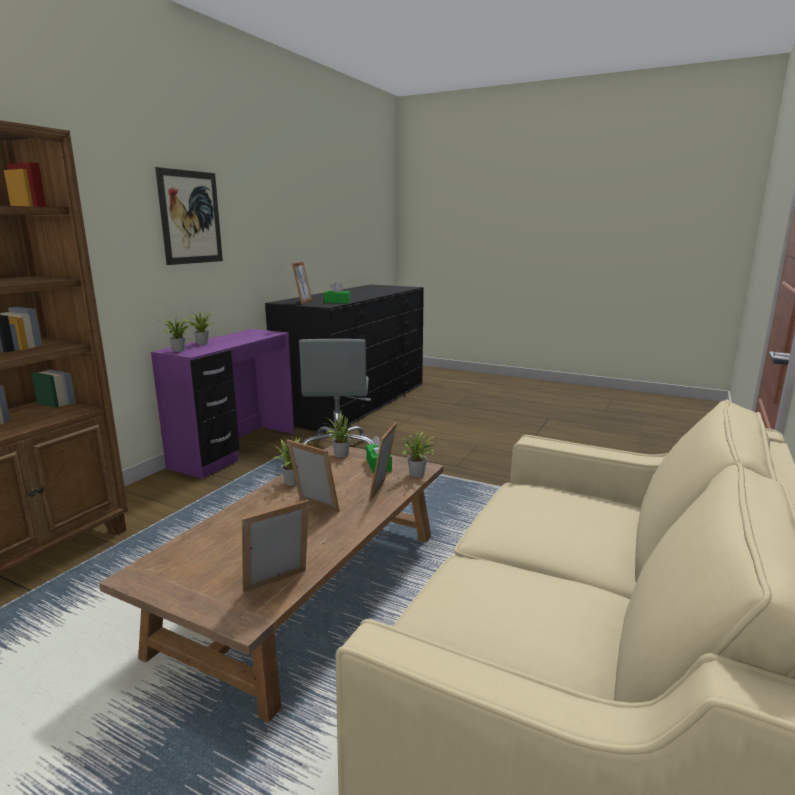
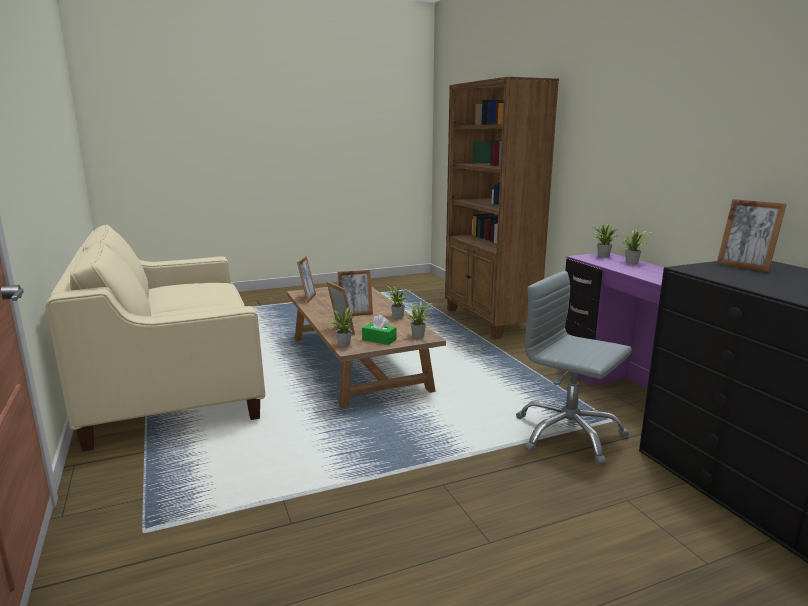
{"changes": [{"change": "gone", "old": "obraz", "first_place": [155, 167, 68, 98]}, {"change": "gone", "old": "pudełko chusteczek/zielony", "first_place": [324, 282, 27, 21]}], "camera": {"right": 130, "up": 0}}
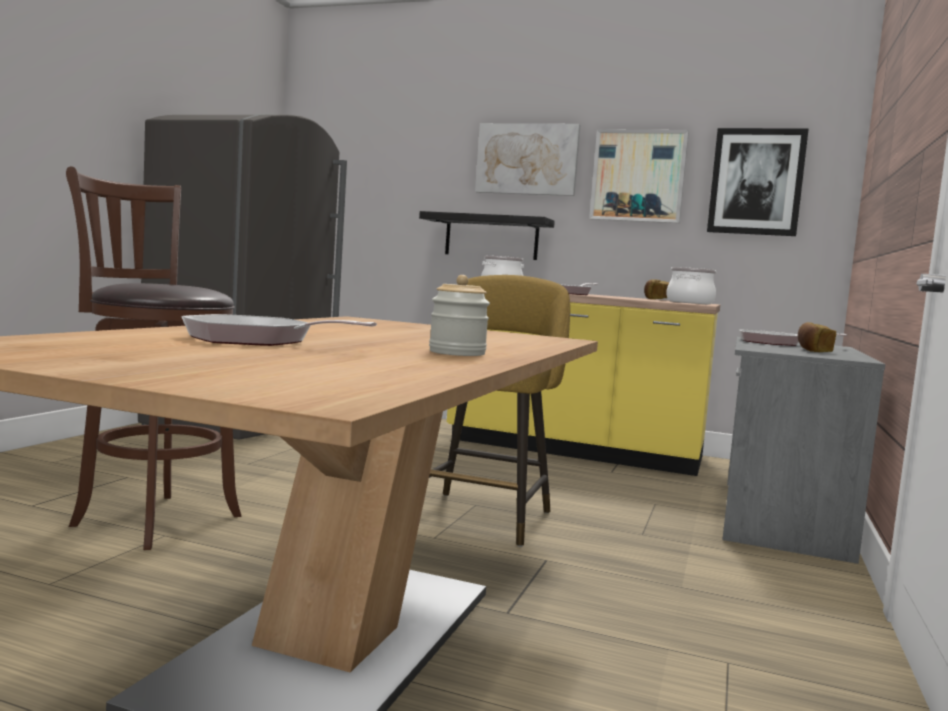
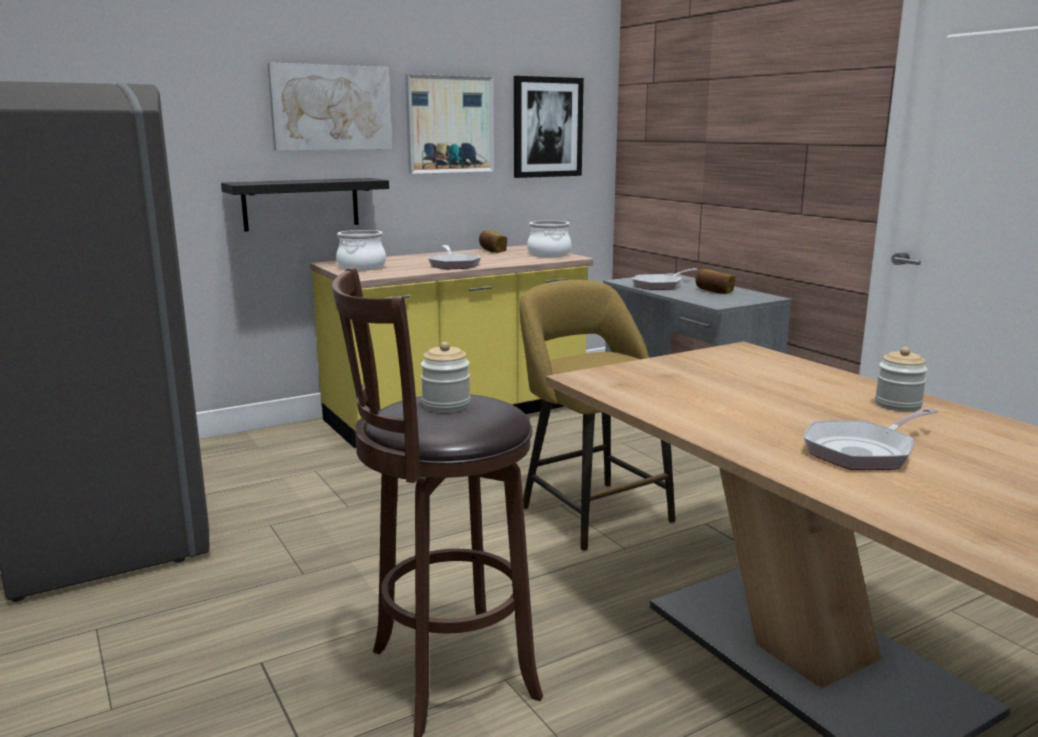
{"changes": [{"change": "new", "new": "słoik", "second_place": [420, 342, 50, 70]}], "camera": {"right": -50, "up": 10}}
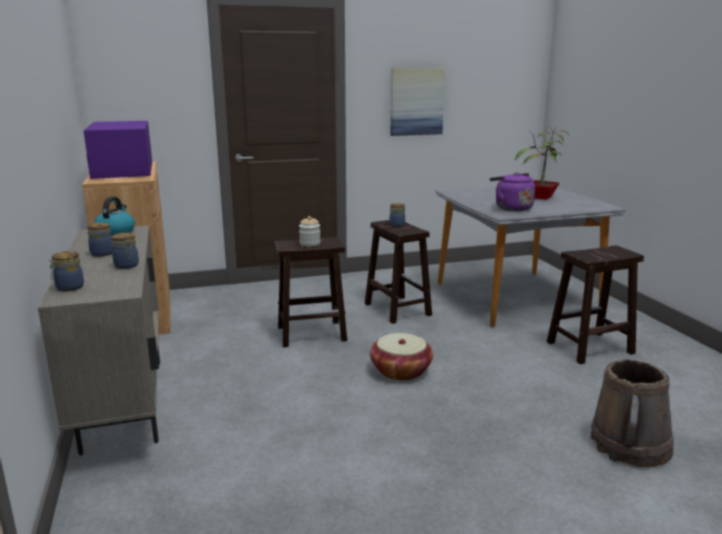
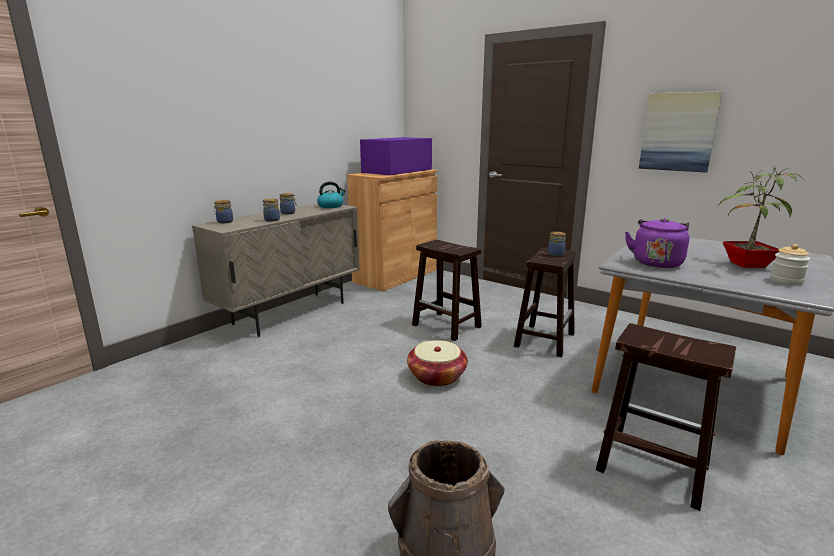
{"changes": [{"change": "shifted", "old": "słoik", "first_place": [299, 216, 22, 30], "second_place": [770, 244, 40, 41]}], "camera": {"right": 55, "up": 0}}
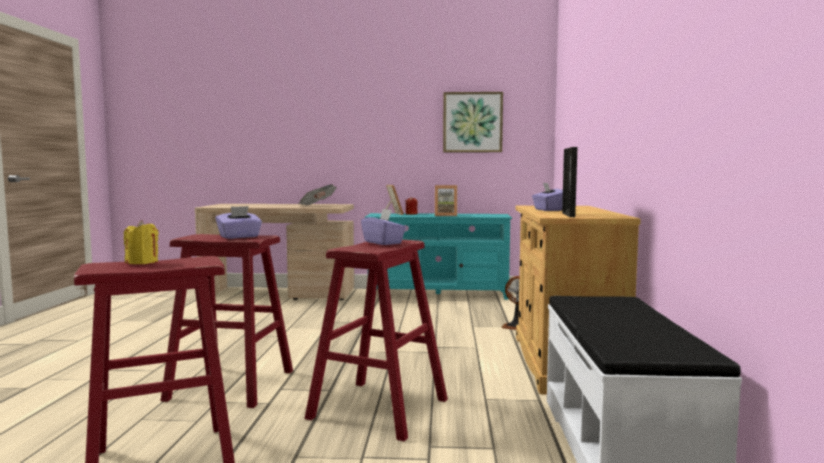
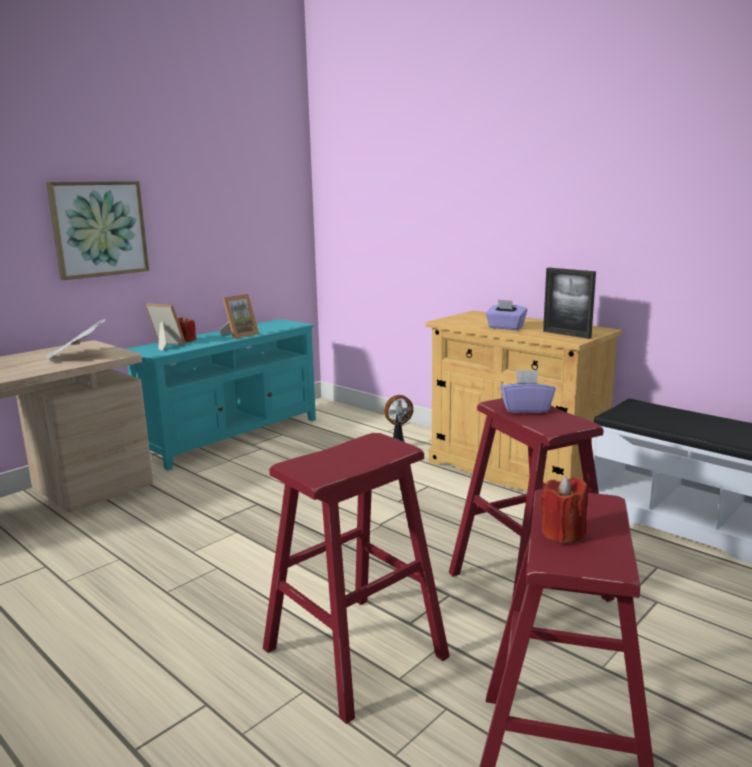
{"changes": [{"change": "gone", "old": "pudełko chusteczek/fioletowy", "first_place": [216, 206, 46, 33]}, {"change": "shifted", "old": "obraz", "first_place": [443, 92, 60, 60], "second_place": [46, 181, 103, 99]}, {"change": "repainted", "old": "świeca/żółty", "new": "świeca/czerwony", "first_place": [124, 220, 35, 44], "second_place": [540, 477, 48, 66]}], "camera": {"right": -50, "up": 10}}
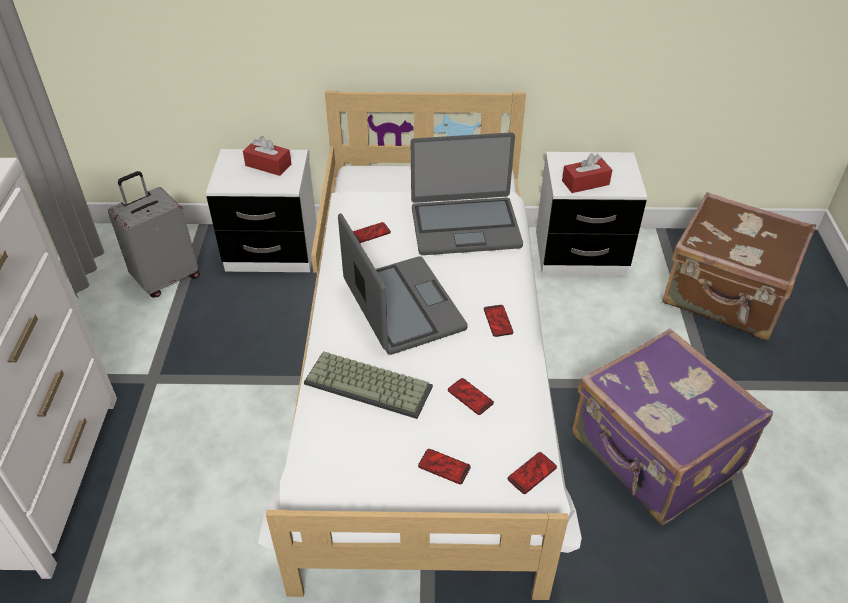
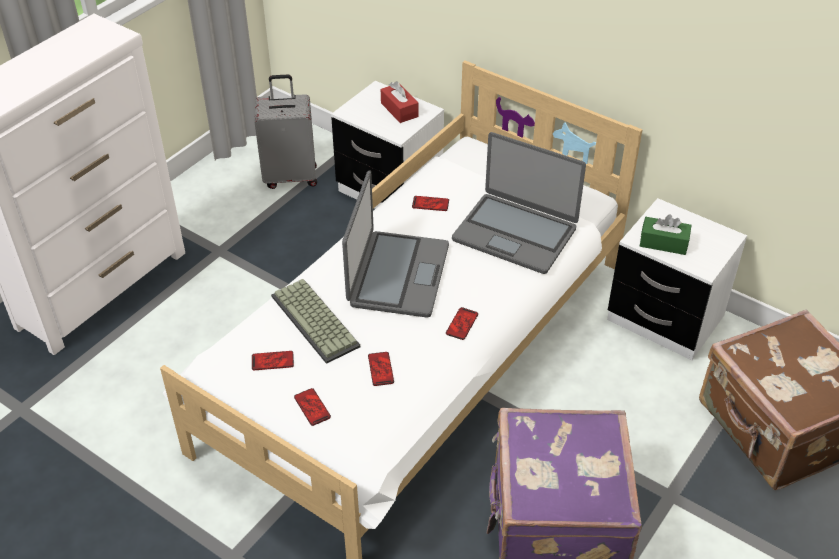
{"changes": [{"change": "shifted", "old": "telefon", "first_place": [508, 452, 49, 42], "second_place": [252, 351, 42, 19]}, {"change": "repainted", "old": "pudełko chusteczek/czerwony", "new": "pudełko chusteczek/zielony", "first_place": [562, 153, 50, 40], "second_place": [640, 214, 52, 41]}], "camera": {"right": 35, "up": 0}}
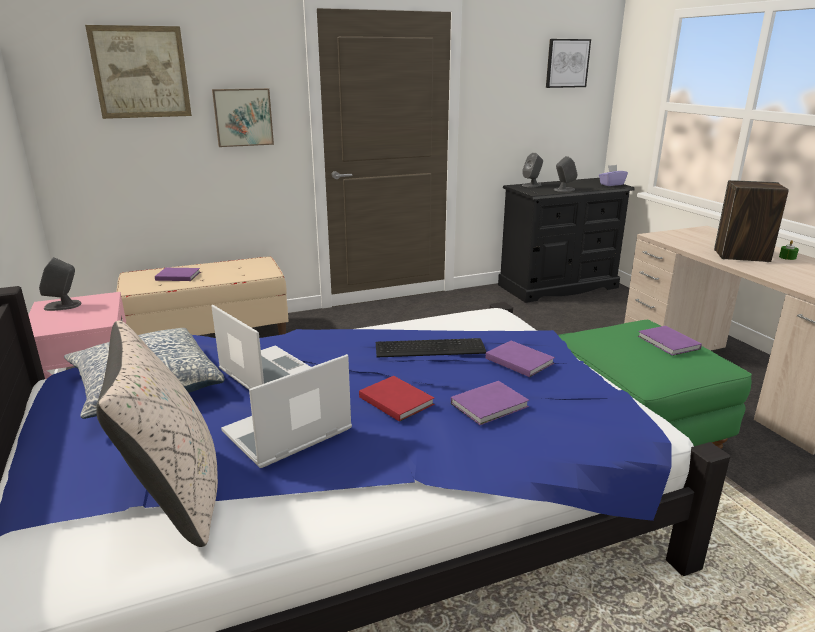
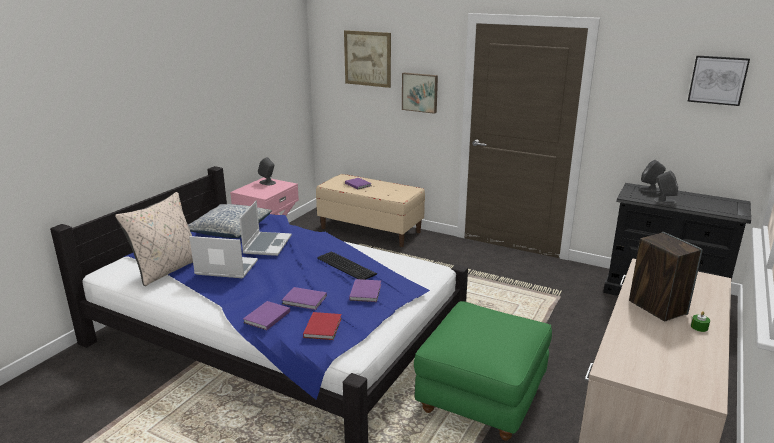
{"changes": [{"change": "gone", "old": "pudełko chusteczek/fioletowy", "first_place": [599, 165, 29, 21]}, {"change": "shifted", "old": "książka/czerwony", "first_place": [359, 376, 75, 46], "second_place": [303, 312, 39, 28]}, {"change": "shifted", "old": "książka/fioletowy", "first_place": [638, 326, 64, 30], "second_place": [243, 301, 47, 29]}], "camera": {"right": 50, "up": 0}}
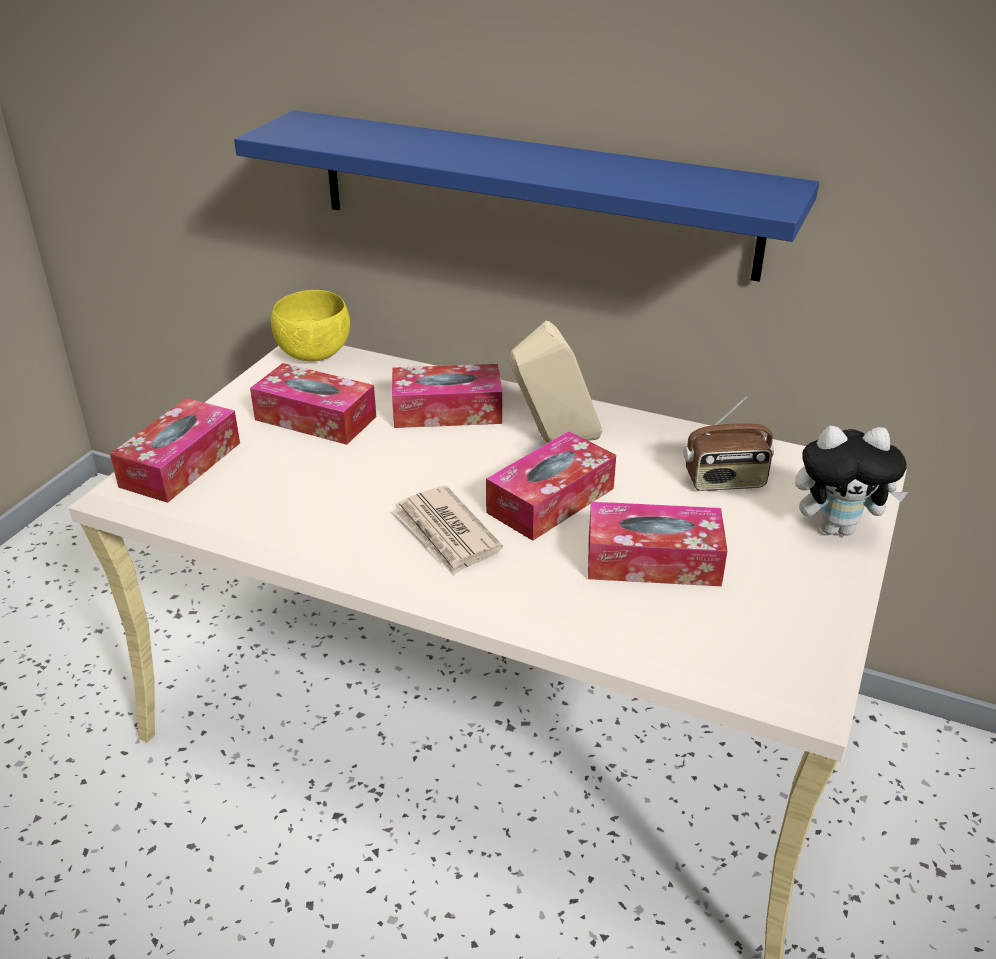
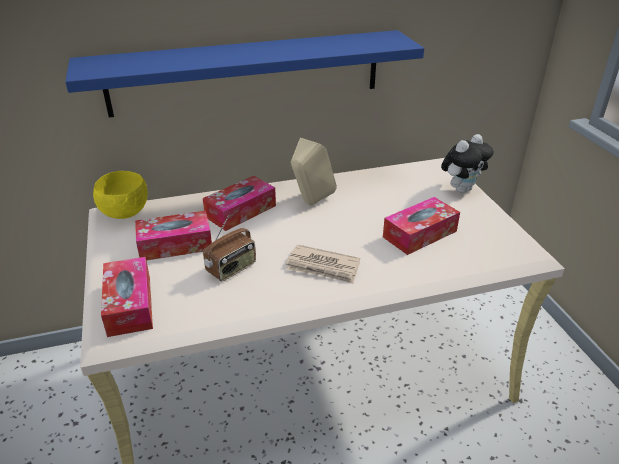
{"changes": [{"change": "gone", "old": "pudełko chusteczek", "first_place": [486, 431, 130, 110]}, {"change": "shifted", "old": "radio", "first_place": [684, 396, 90, 95], "second_place": [203, 215, 53, 66]}], "camera": {"right": -40, "up": 0}}
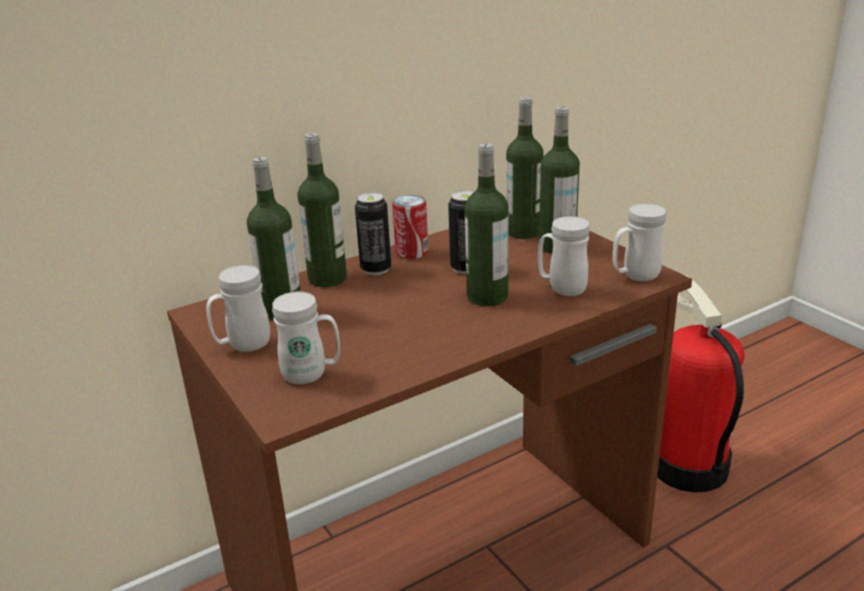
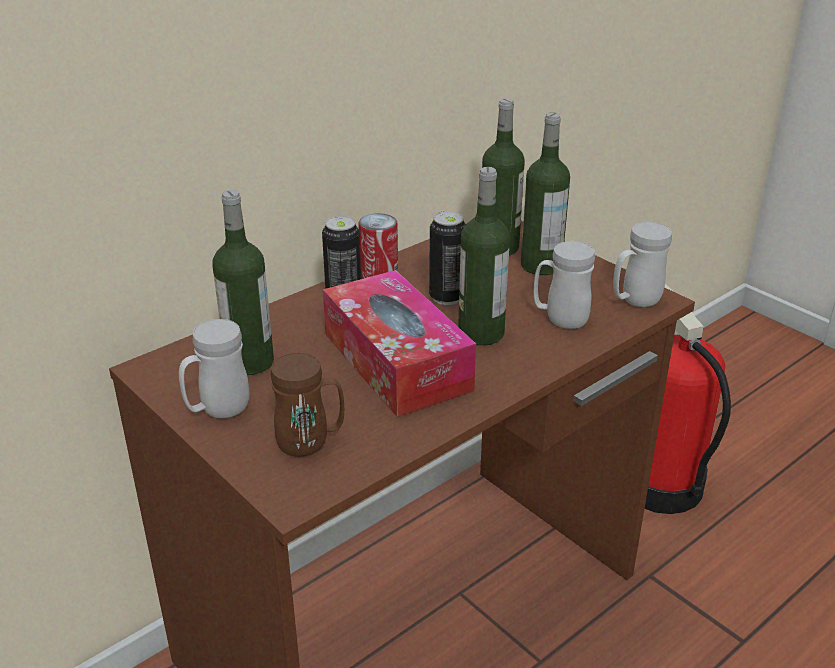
{"changes": [{"change": "gone", "old": "butelka", "first_place": [297, 133, 50, 154]}, {"change": "new", "new": "pudełko chusteczek", "second_place": [323, 270, 153, 147]}, {"change": "repainted", "old": "kubek/biały", "new": "kubek/brązowy", "first_place": [272, 292, 68, 92], "second_place": [271, 353, 73, 104]}], "camera": {"right": -10, "up": 5}}
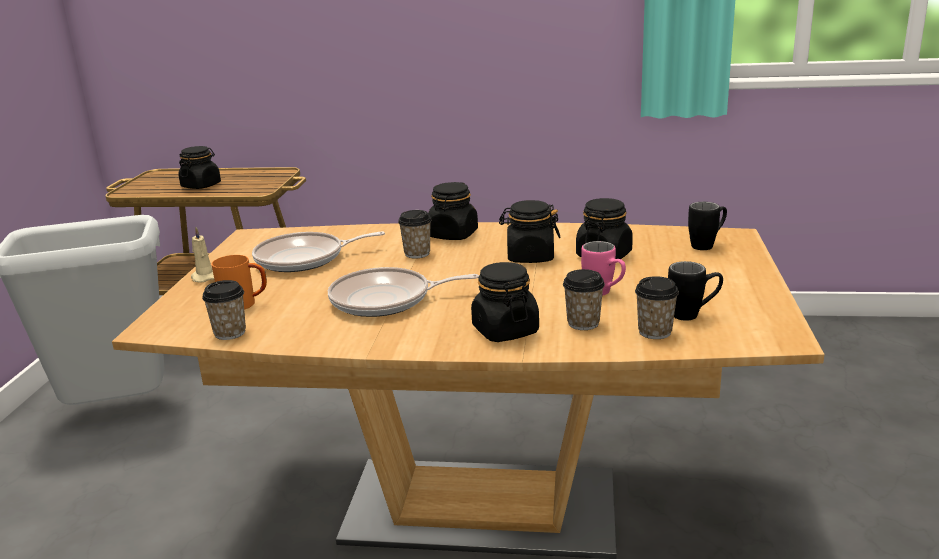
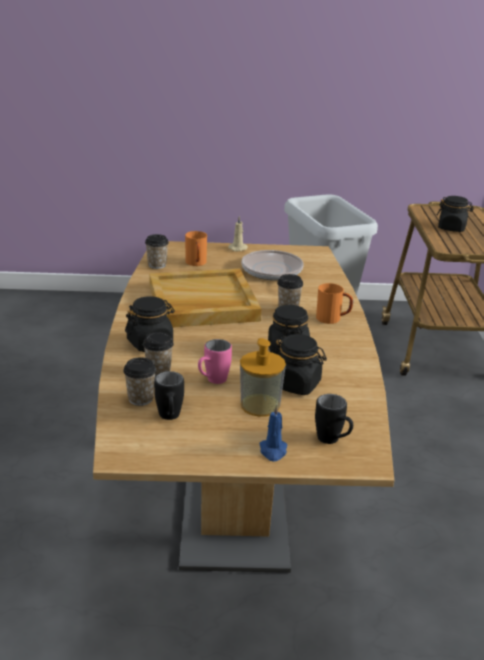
{"changes": [{"change": "new", "new": "dozownik mydła", "second_place": [240, 338, 46, 79]}, {"change": "new", "new": "świeca/niebieski", "second_place": [260, 404, 27, 58]}, {"change": "swapped", "old": "patelnia", "new": "taca/beżowy", "first_place": [328, 267, 151, 50], "second_place": [149, 269, 113, 58]}, {"change": "swapped", "old": "słoik/czarny", "new": "kubek/pomarańczowy", "first_place": [428, 182, 50, 58], "second_place": [316, 283, 37, 41]}], "camera": {"right": 80, "up": 5}}
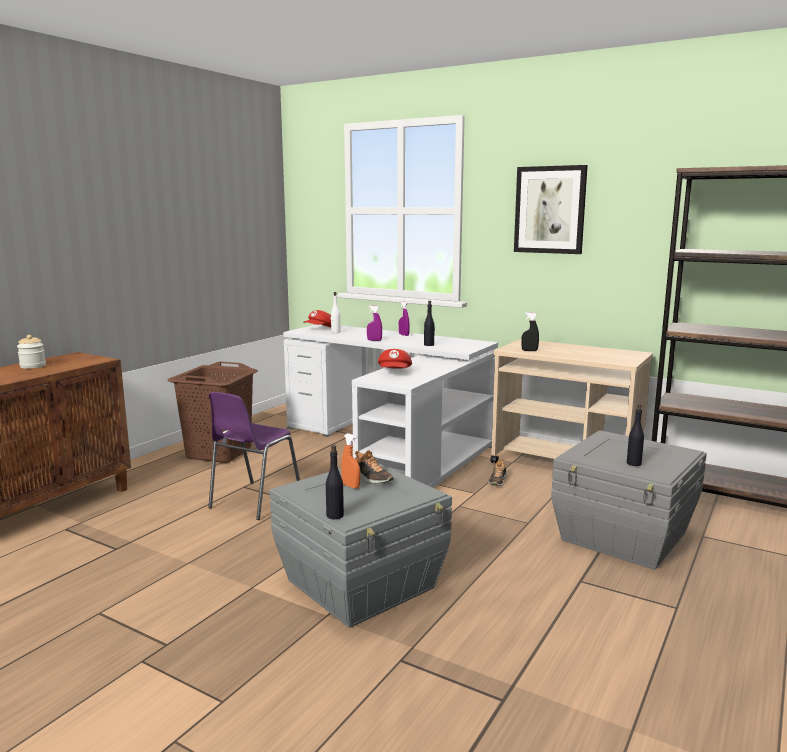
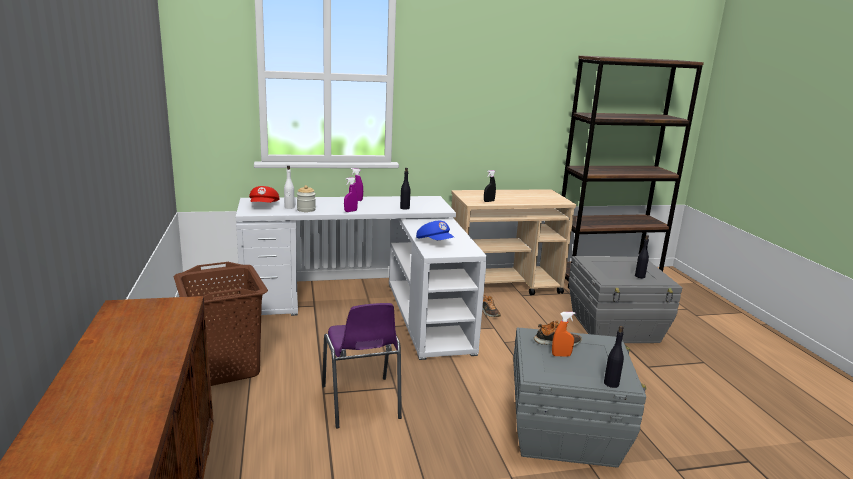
{"changes": [{"change": "gone", "old": "obraz", "first_place": [514, 165, 74, 89]}, {"change": "shifted", "old": "słoik", "first_place": [17, 335, 29, 34], "second_place": [297, 185, 19, 27]}, {"change": "repainted", "old": "czapka z daszkiem/czerwony", "new": "czapka z daszkiem/niebieski", "first_place": [378, 349, 34, 20], "second_place": [416, 221, 38, 19]}], "camera": {"right": -45, "up": 5}}
